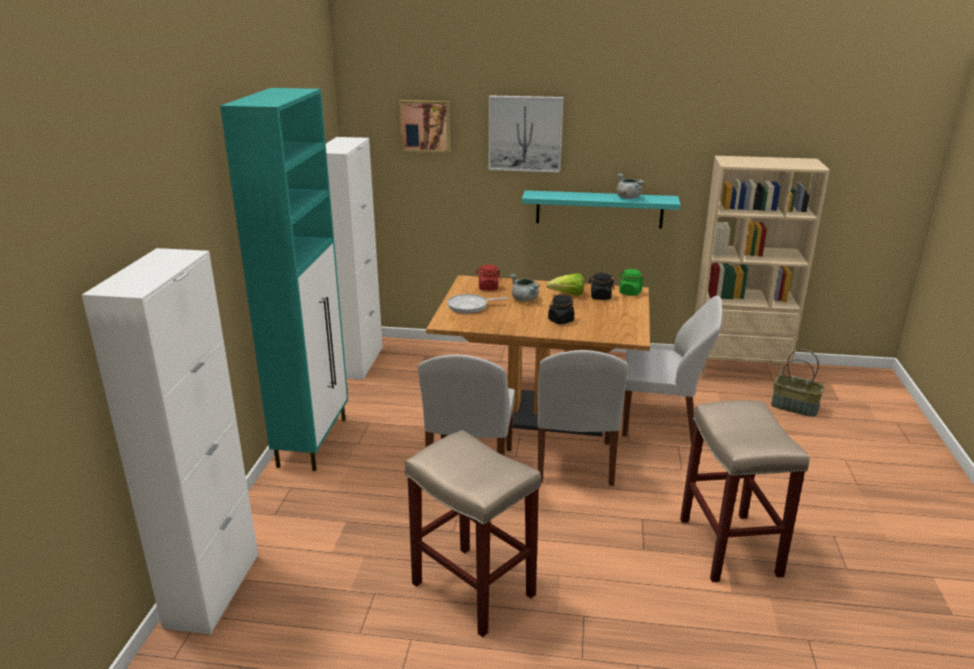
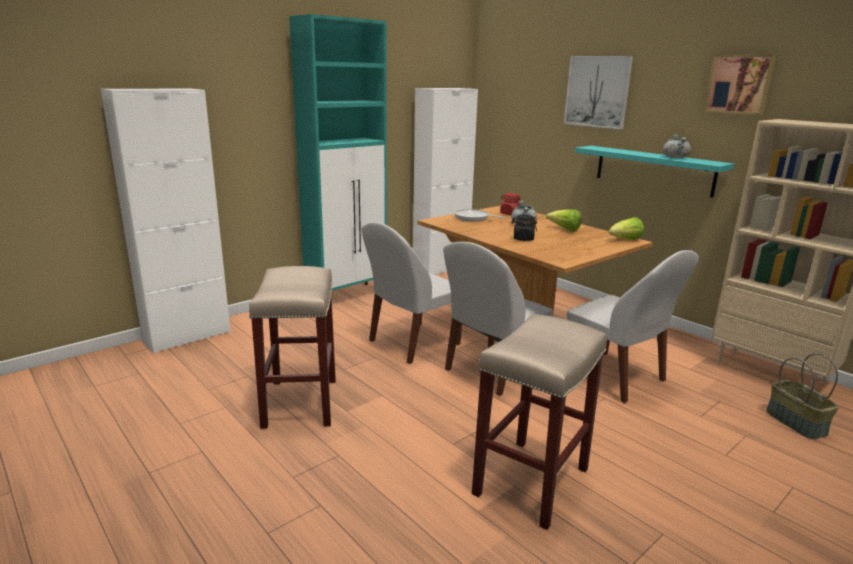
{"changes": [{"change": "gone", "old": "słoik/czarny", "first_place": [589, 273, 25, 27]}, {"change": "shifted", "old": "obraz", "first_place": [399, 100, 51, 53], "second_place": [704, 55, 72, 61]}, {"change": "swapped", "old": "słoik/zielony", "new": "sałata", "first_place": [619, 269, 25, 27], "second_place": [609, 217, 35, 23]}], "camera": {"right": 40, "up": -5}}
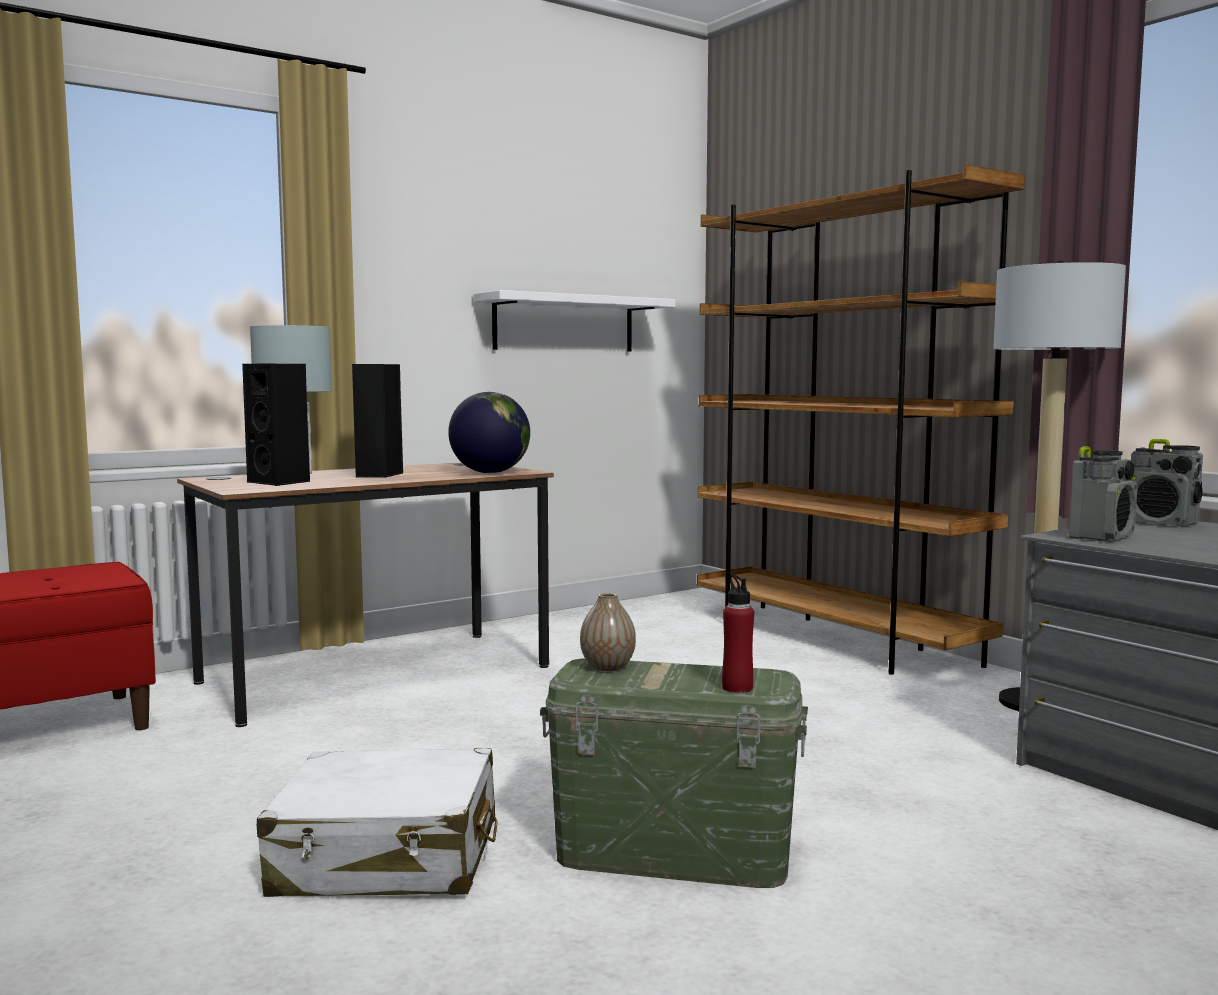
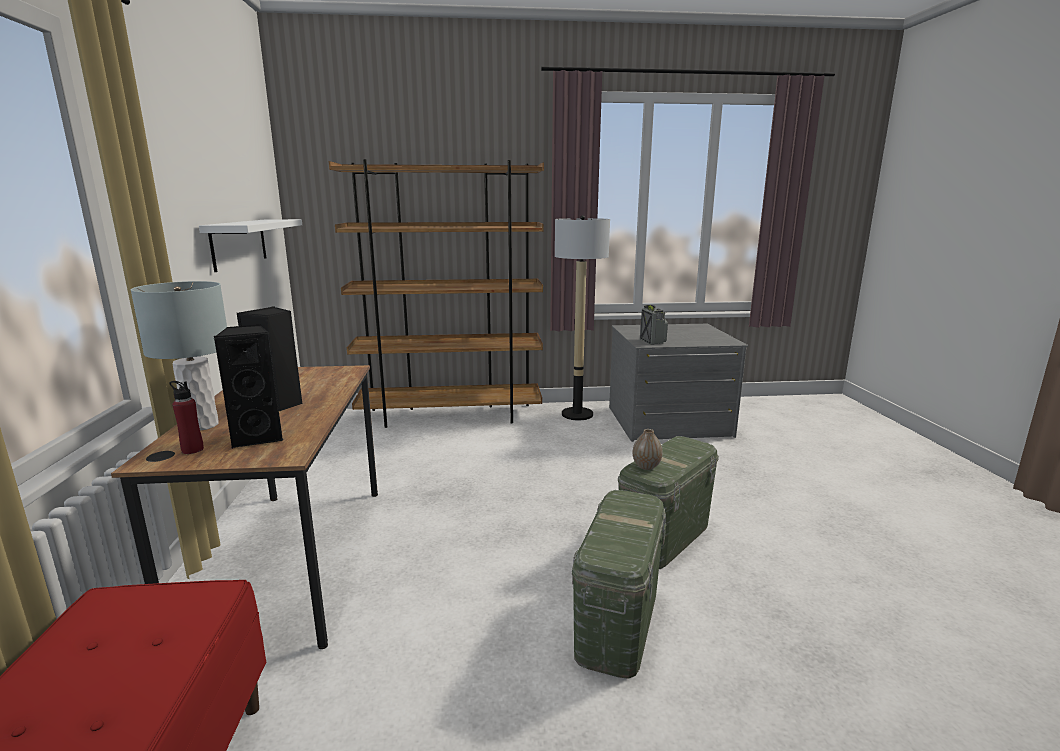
{"changes": [{"change": "gone", "old": "globus", "first_place": [448, 392, 82, 81]}, {"change": "gone", "old": "radio", "first_place": [1130, 439, 73, 88]}, {"change": "shifted", "old": "butelka/czerwony", "first_place": [722, 574, 32, 119], "second_place": [169, 381, 35, 73]}, {"change": "swapped", "old": "walizka/biały", "new": "pojemnik do przechowywania/zielony", "first_place": [257, 748, 241, 149], "second_place": [572, 490, 94, 189]}], "camera": {"right": -60, "up": 10}}
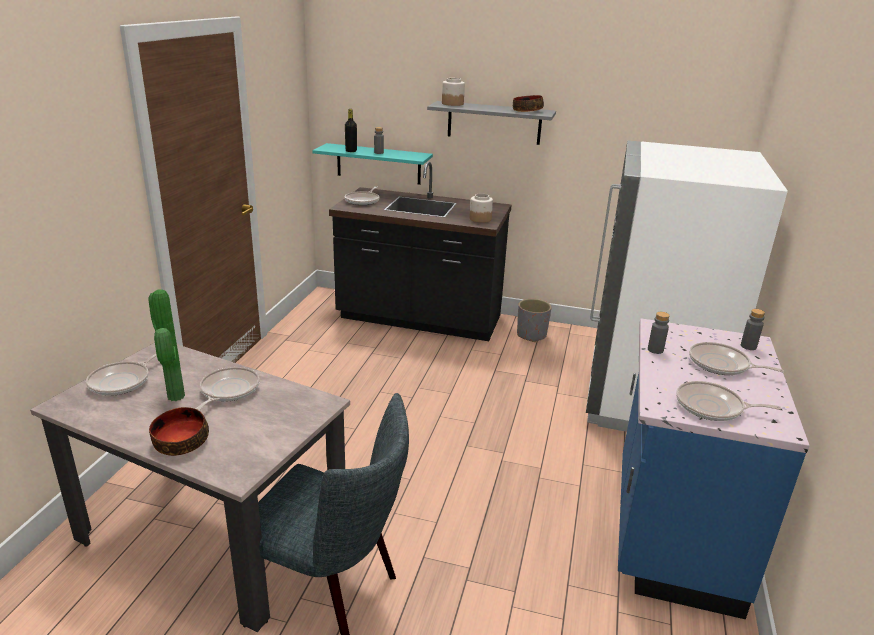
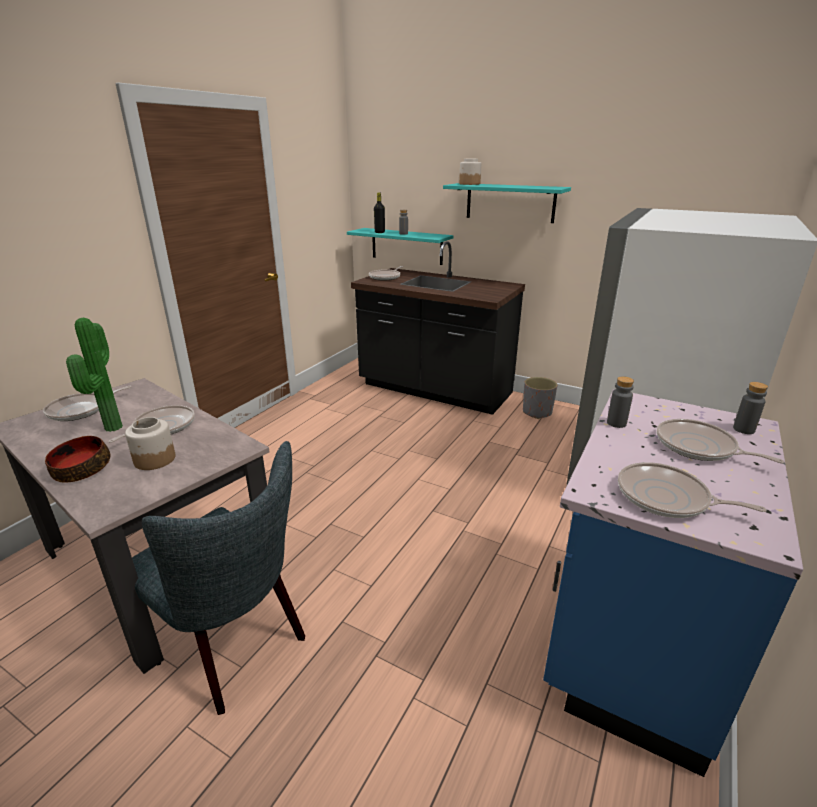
{"changes": [{"change": "gone", "old": "miska", "first_place": [513, 95, 31, 17]}, {"change": "shifted", "old": "słoik", "first_place": [469, 193, 24, 30], "second_place": [125, 417, 50, 53]}, {"change": "repainted", "old": "półka/szary", "new": "półka/turkusowy", "first_place": [427, 101, 129, 44], "second_place": [443, 183, 128, 40]}], "camera": {"right": 15, "up": 0}}
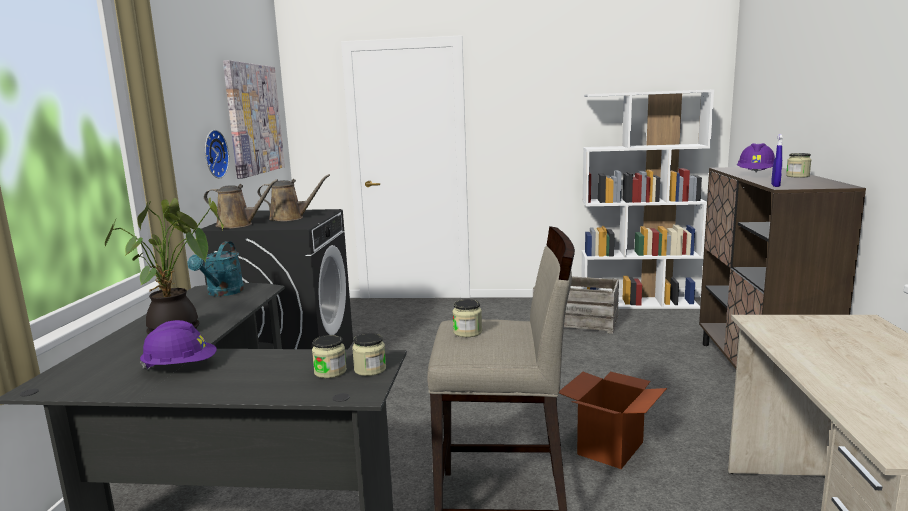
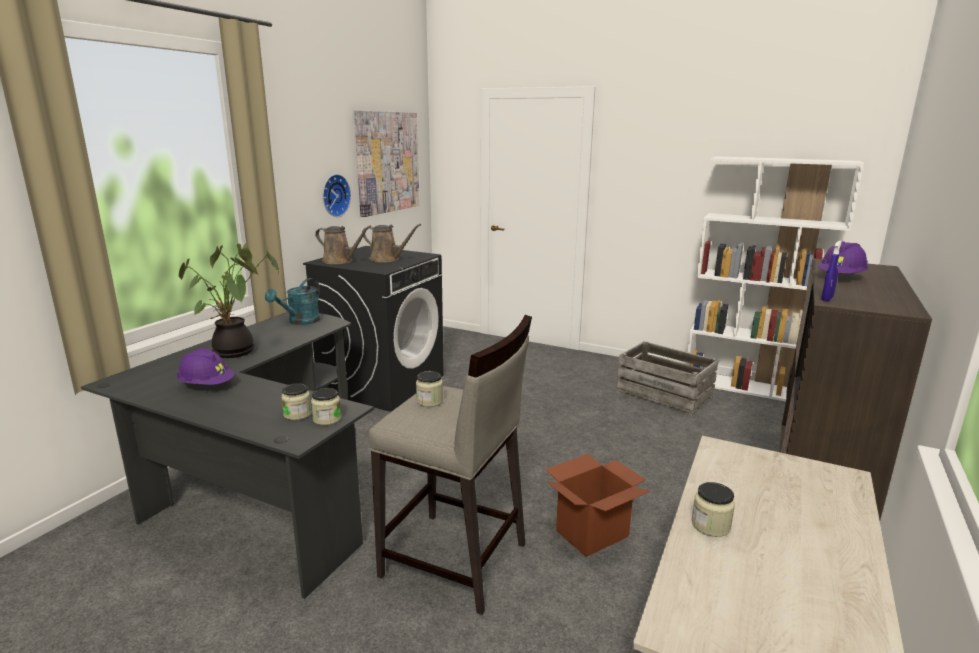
{"changes": [{"change": "shifted", "old": "słoik", "first_place": [786, 153, 26, 25], "second_place": [691, 482, 44, 55]}], "camera": {"right": 20, "up": 5}}
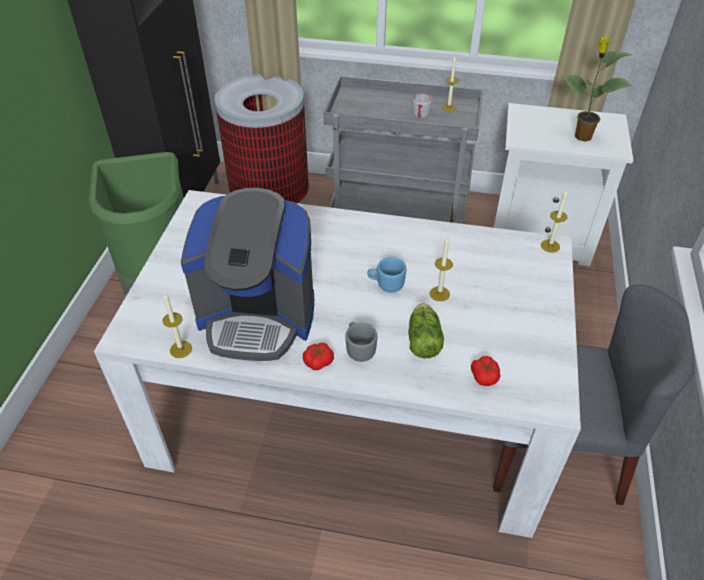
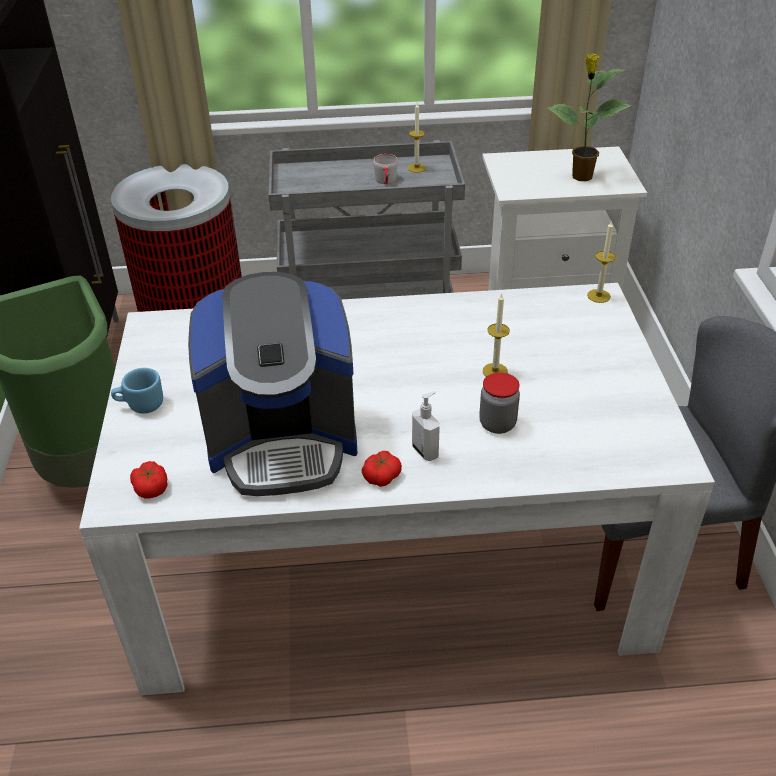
{"changes": [{"change": "gone", "old": "świeca", "first_place": [163, 292, 29, 66]}, {"change": "shifted", "old": "kubek/niebieski", "first_place": [367, 257, 39, 35], "second_place": [111, 368, 52, 46]}, {"change": "shifted", "old": "pomidor", "first_place": [471, 356, 29, 30], "second_place": [130, 461, 38, 37]}, {"change": "swapped", "old": "kubek/szary", "new": "dozownik mydła", "first_place": [345, 322, 32, 40], "second_place": [412, 391, 28, 70]}, {"change": "swapped", "old": "sałata", "new": "słoik", "first_place": [408, 303, 36, 55], "second_place": [479, 372, 41, 62]}], "camera": {"right": -15, "up": -5}}
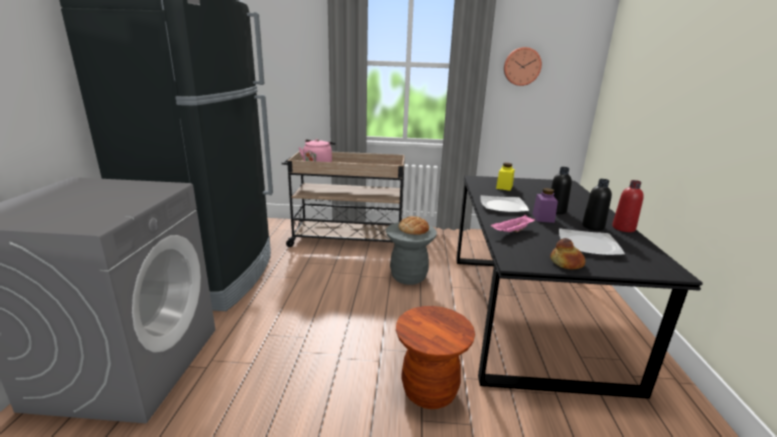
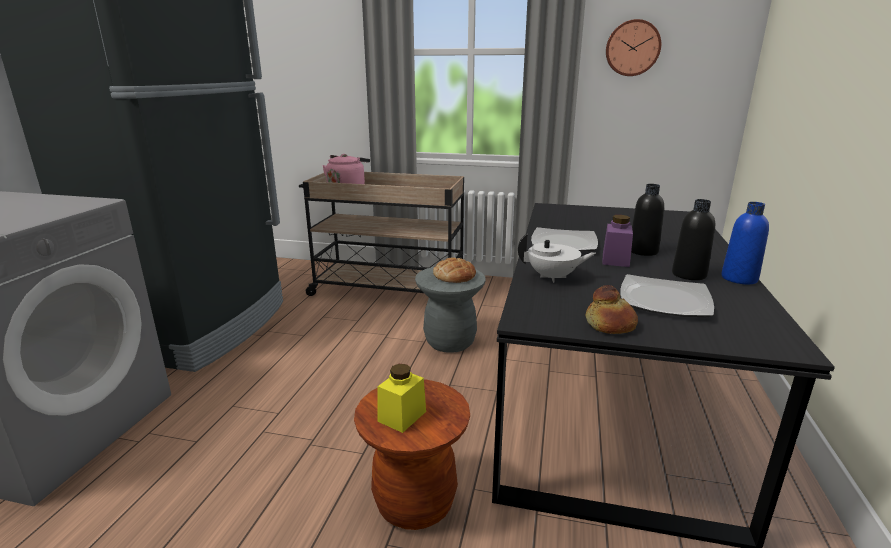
{"changes": [{"change": "shifted", "old": "słoik/żółty", "first_place": [496, 163, 19, 28], "second_place": [378, 364, 48, 69]}, {"change": "swapped", "old": "taca/różowy", "new": "imbryk/biały", "first_place": [491, 215, 44, 17], "second_place": [518, 233, 78, 50]}, {"change": "repainted", "old": "butelka/czerwony", "new": "butelka/niebieski", "first_place": [612, 180, 32, 52], "second_place": [721, 202, 48, 82]}], "camera": {"right": 10, "up": 0}}
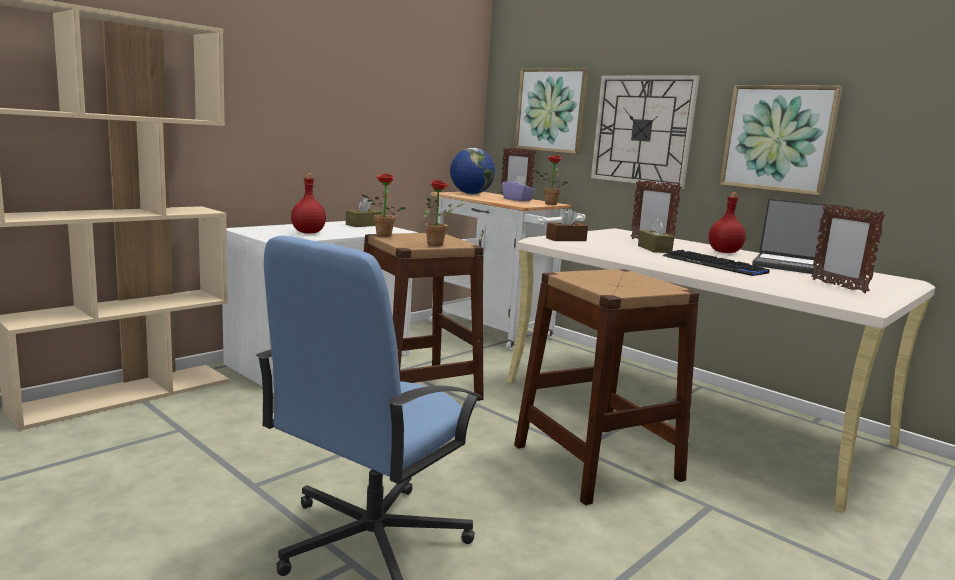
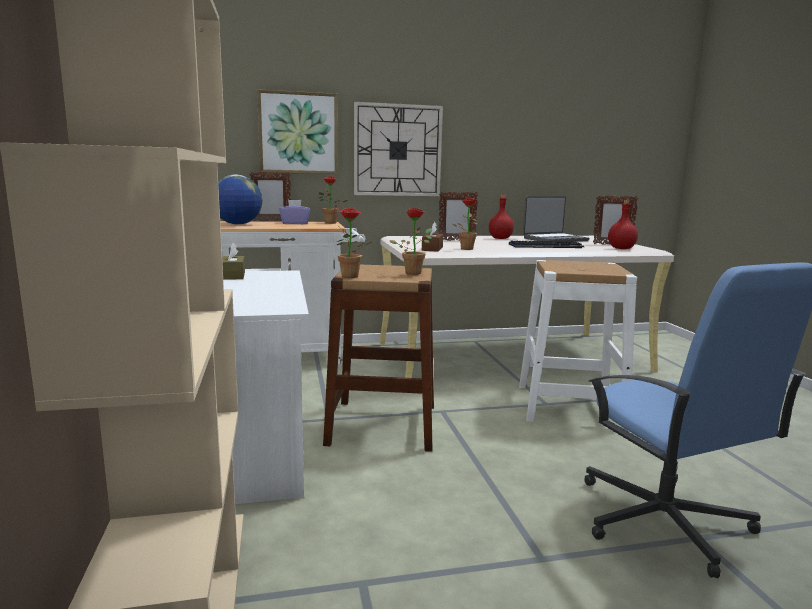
{"changes": [{"change": "gone", "old": "pudełko chusteczek/brązowy", "first_place": [638, 217, 36, 36]}, {"change": "gone", "old": "obraz", "first_place": [719, 85, 124, 111]}, {"change": "new", "new": "roślina doniczkowa", "second_place": [452, 198, 27, 52]}, {"change": "shifted", "old": "butelka/czerwony", "first_place": [291, 173, 35, 60], "second_place": [608, 200, 30, 49]}, {"change": "repainted", "old": "stołek/brązowy", "new": "stołek/biały", "first_place": [514, 269, 185, 236], "second_place": [519, 260, 118, 168]}], "camera": {"right": -55, "up": 0}}
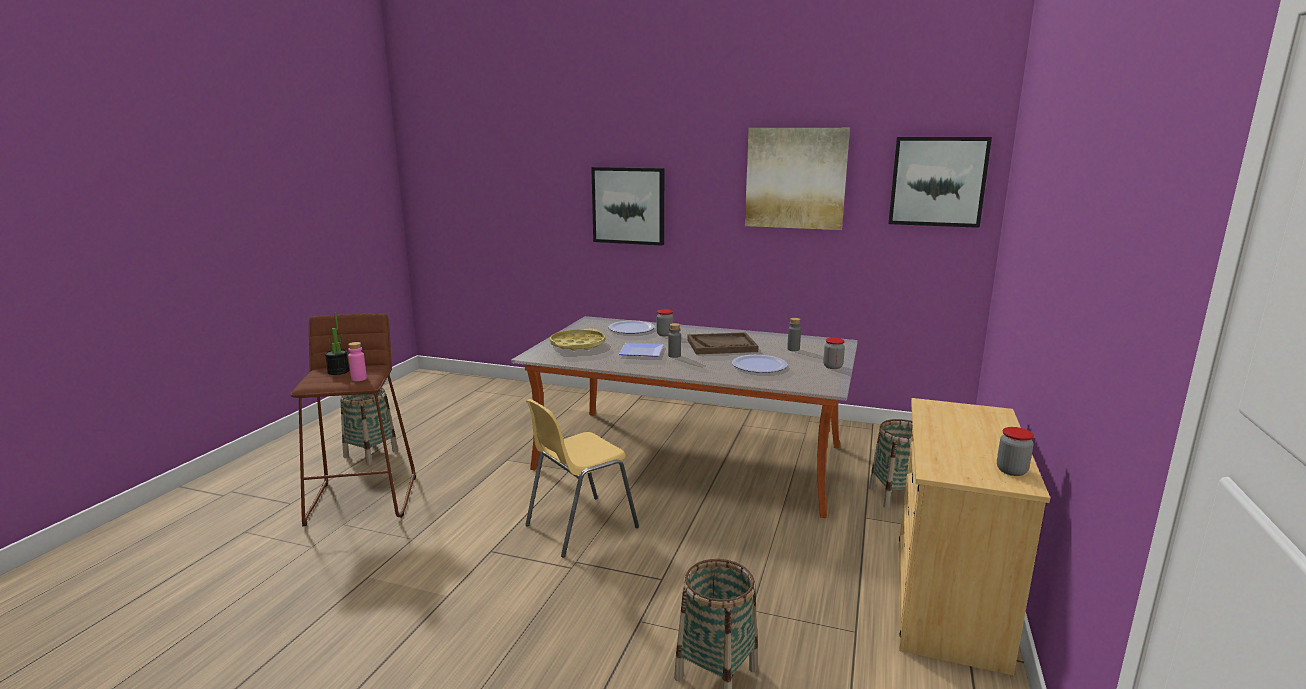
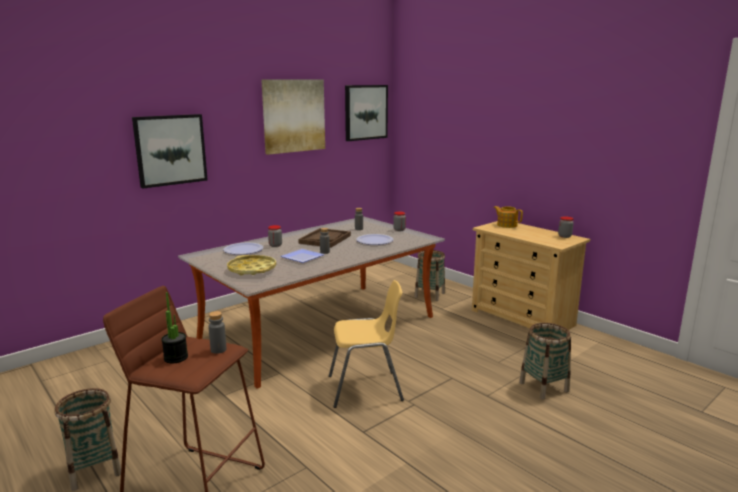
{"changes": [{"change": "new", "new": "imbryk", "second_place": [494, 206, 29, 22]}, {"change": "repainted", "old": "butelka/różowy", "new": "butelka/szary", "first_place": [348, 342, 19, 39], "second_place": [208, 311, 18, 43]}, {"change": "rotated", "old": "krzesło/żółty", "first_place": [525, 399, 114, 159], "second_place": [329, 280, 75, 128], "degrees": -90}], "camera": {"right": -60, "up": 0}}
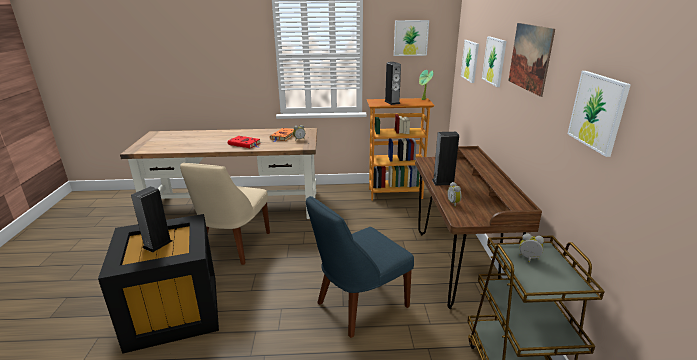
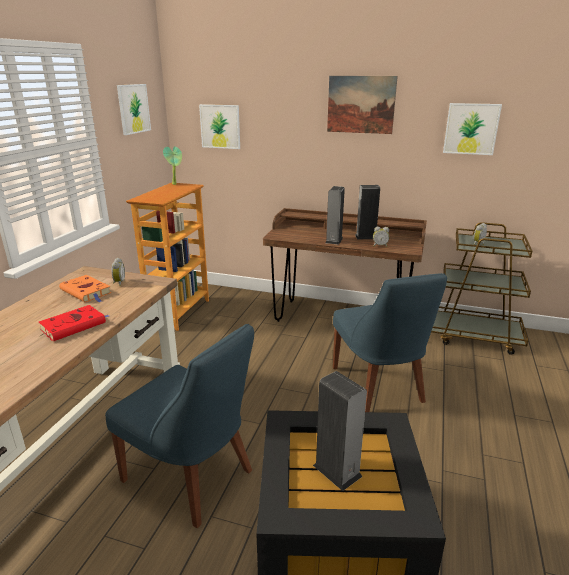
{"changes": [{"change": "gone", "old": "obraz", "first_place": [482, 36, 24, 51]}, {"change": "shifted", "old": "głośnik", "first_place": [384, 62, 17, 43], "second_place": [355, 185, 25, 54]}, {"change": "repainted", "old": "krzesło/beżowy", "new": "krzesło/niebieski", "first_place": [180, 163, 90, 102], "second_place": [105, 324, 149, 204]}], "camera": {"right": -70, "up": 0}}
